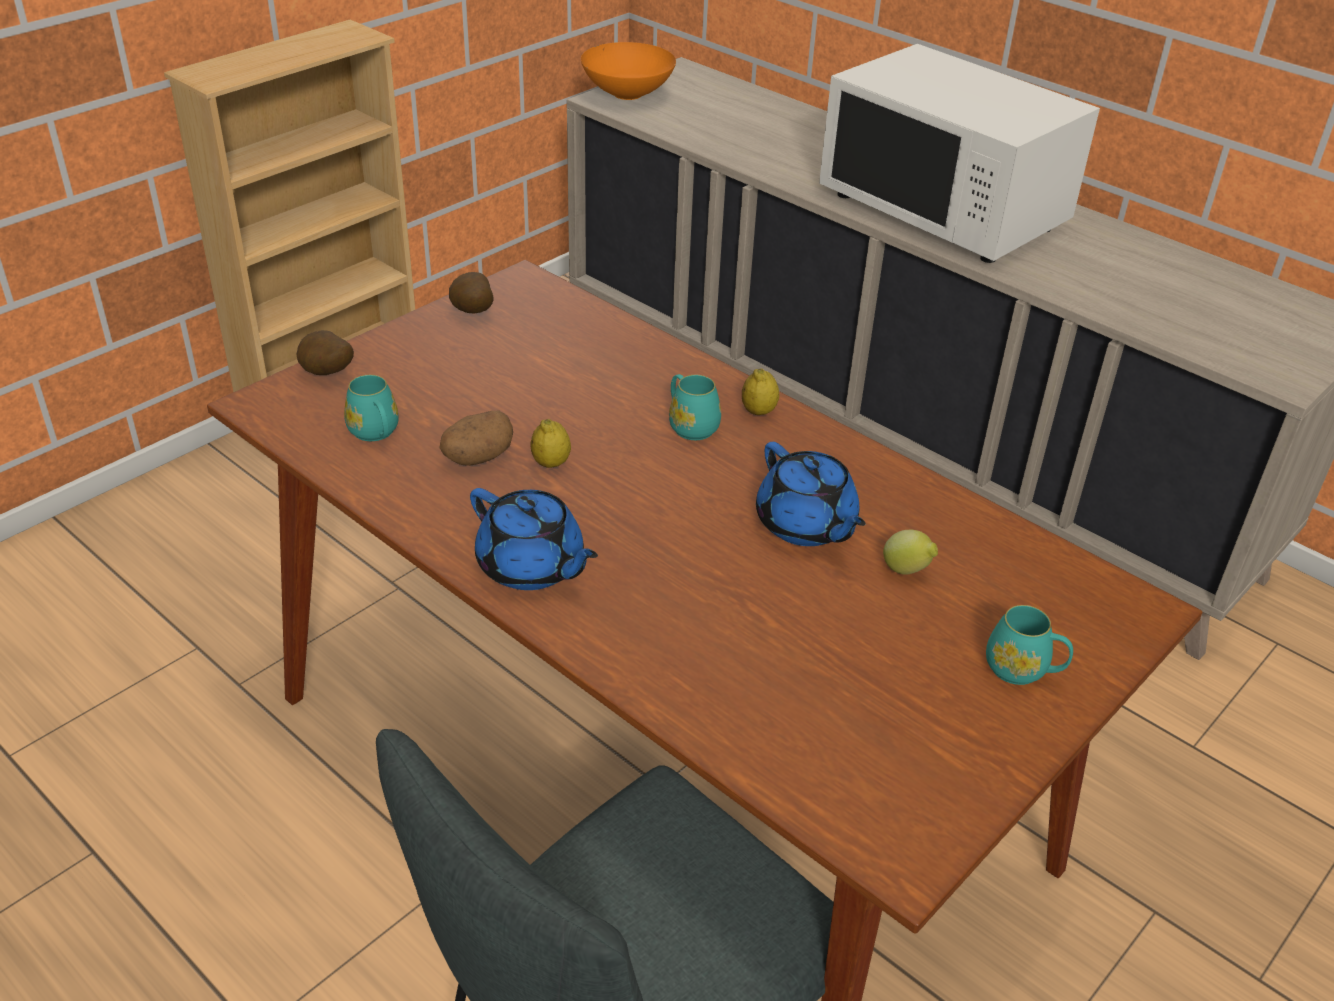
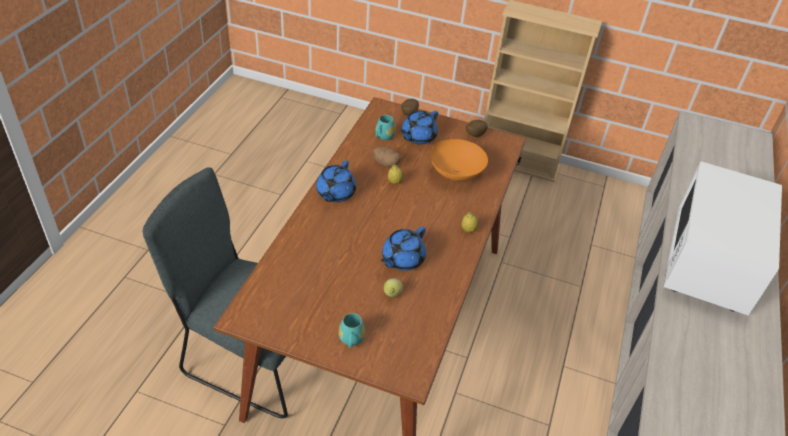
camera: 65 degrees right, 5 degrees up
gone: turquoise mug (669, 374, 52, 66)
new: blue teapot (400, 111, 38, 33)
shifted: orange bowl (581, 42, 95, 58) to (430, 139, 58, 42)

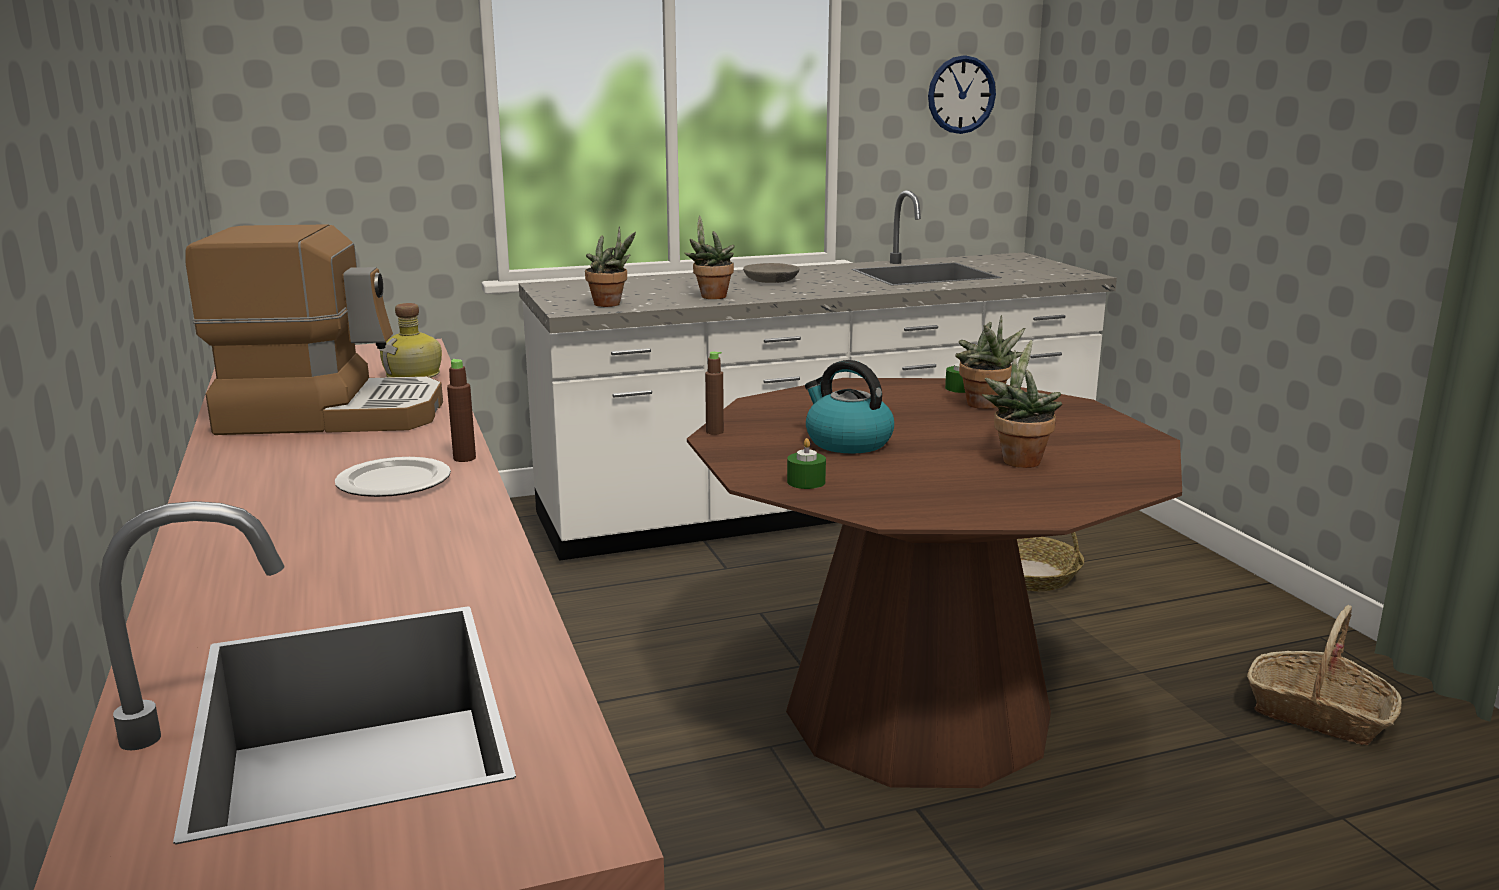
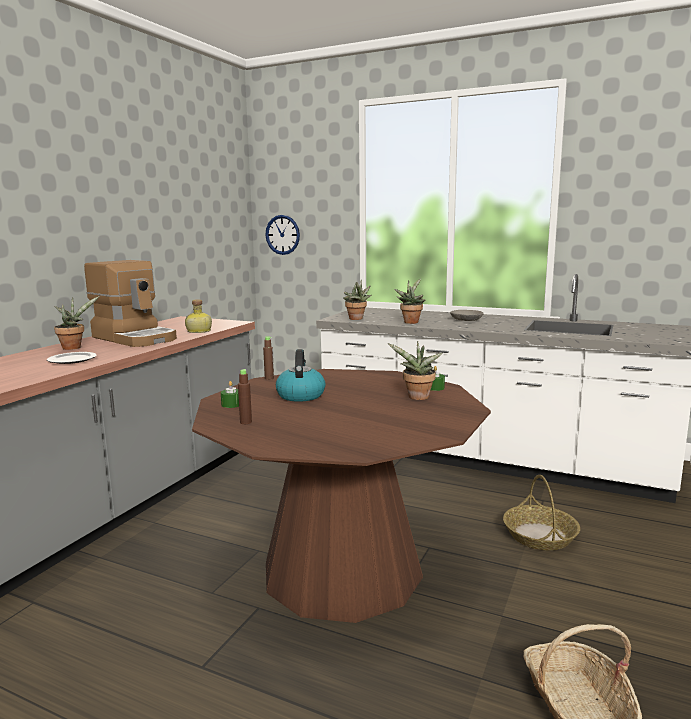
camera: 45 degrees right, 5 degrees down
shifted: brown bottle (447, 359, 29, 103) to (238, 369, 14, 55); wall clock (928, 55, 68, 79) to (266, 215, 34, 40); potted plant (982, 340, 80, 128) to (54, 296, 45, 54)

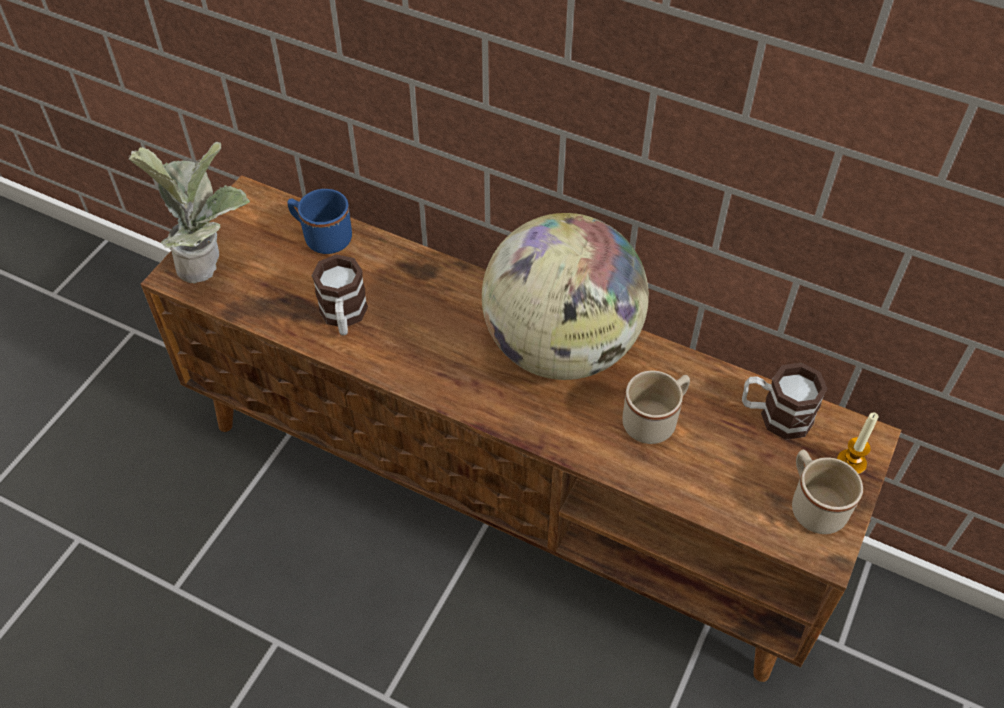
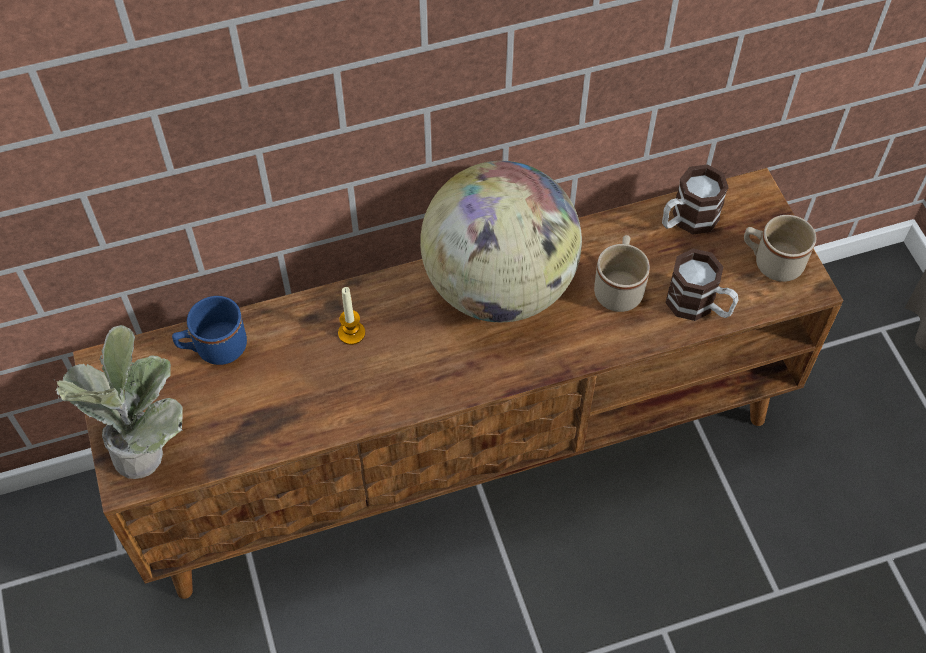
camera: 45 degrees left, 5 degrees up
shifted: mug (311, 254, 57, 81) to (666, 249, 73, 72); candle (837, 412, 42, 62) to (338, 287, 27, 58)

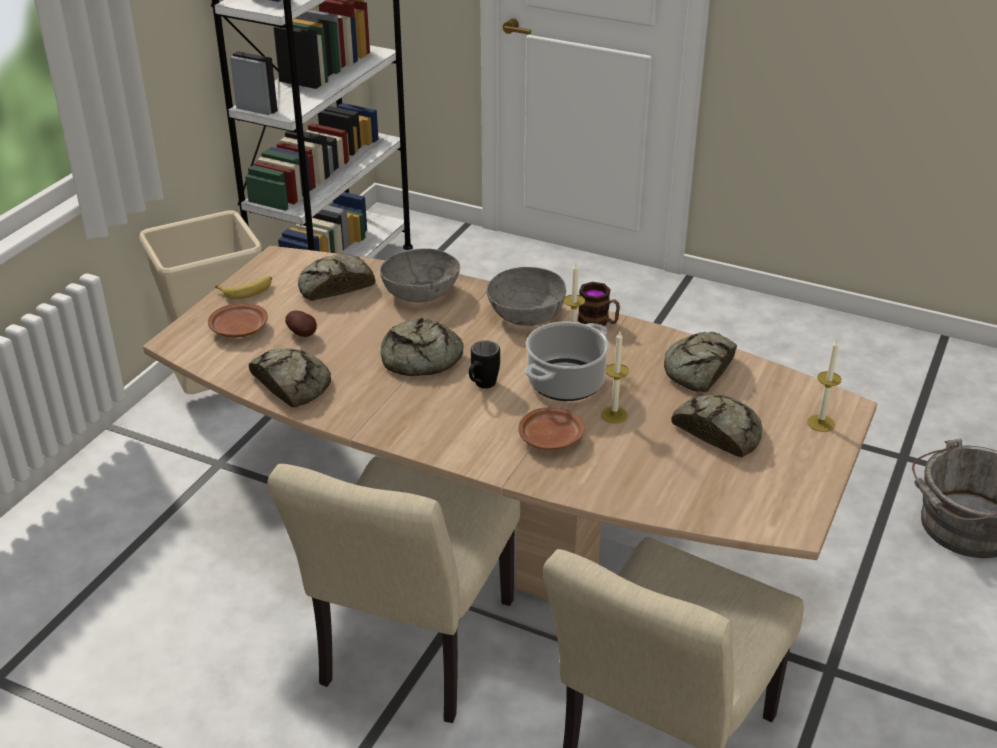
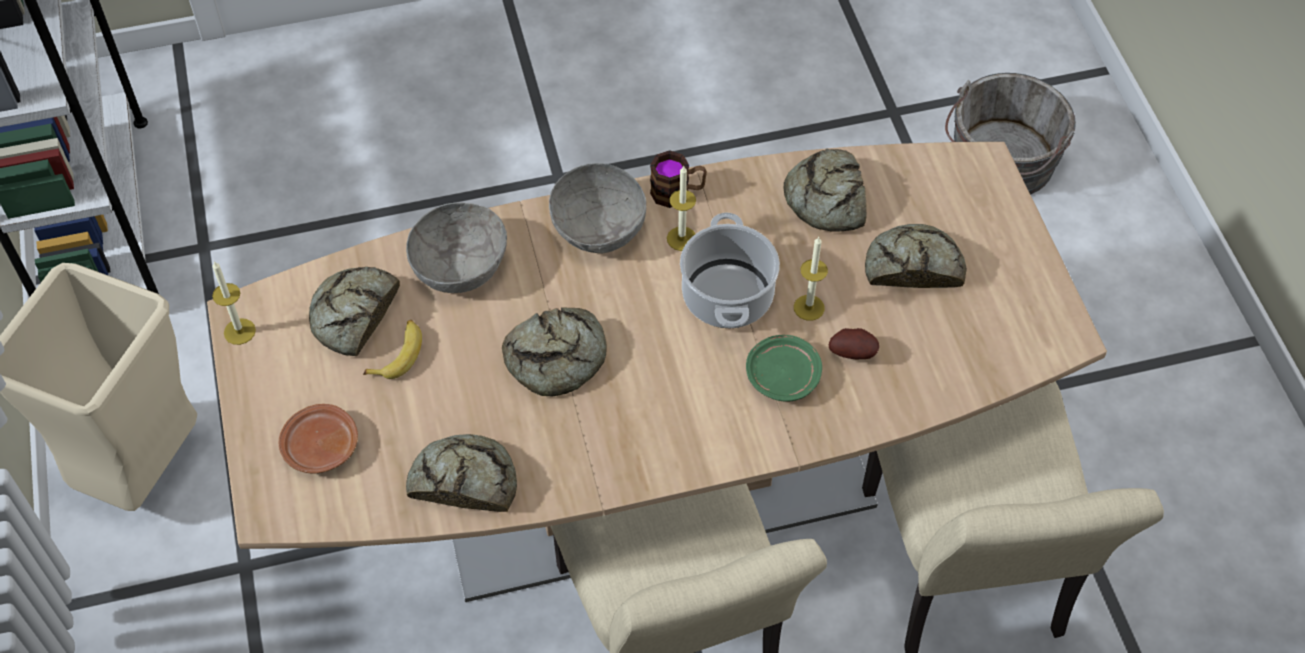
camera: 40 degrees left, 20 degrees up
gone: black mug (469, 341, 31, 48)
shifted: banana (215, 276, 57, 23) to (363, 320, 59, 59); potato (285, 311, 32, 26) to (829, 328, 50, 31); candle (807, 340, 35, 92) to (212, 261, 44, 84)
repainted: brown plate (518, 407, 66, 43) to green plate (746, 335, 76, 66)

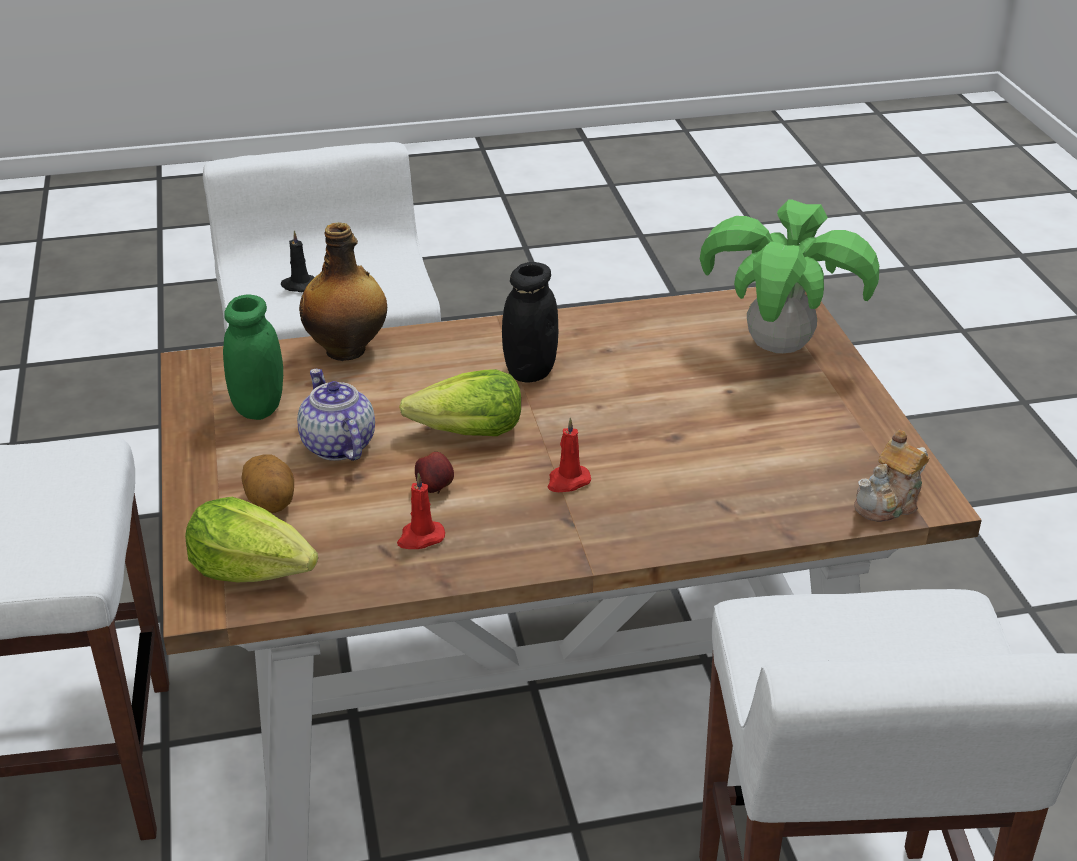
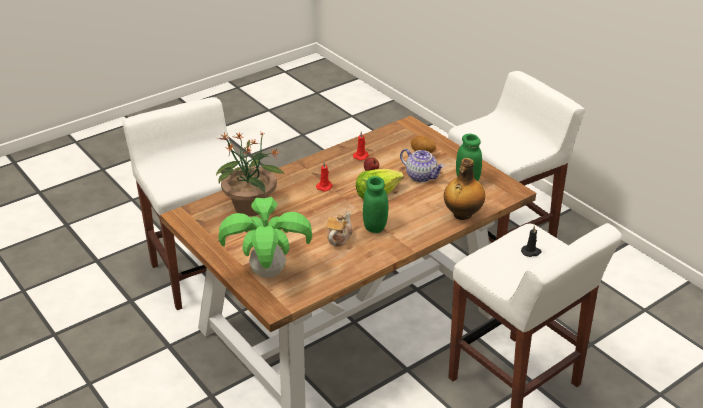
camera: 155 degrees right, 0 degrees up
gone: lettuce (185, 497, 133, 85)
new: potted plant (216, 132, 70, 84)
shifted: teapot (854, 430, 75, 92) to (327, 211, 25, 36)
repainted: black jar (502, 262, 56, 121) to green jar (363, 176, 26, 57)

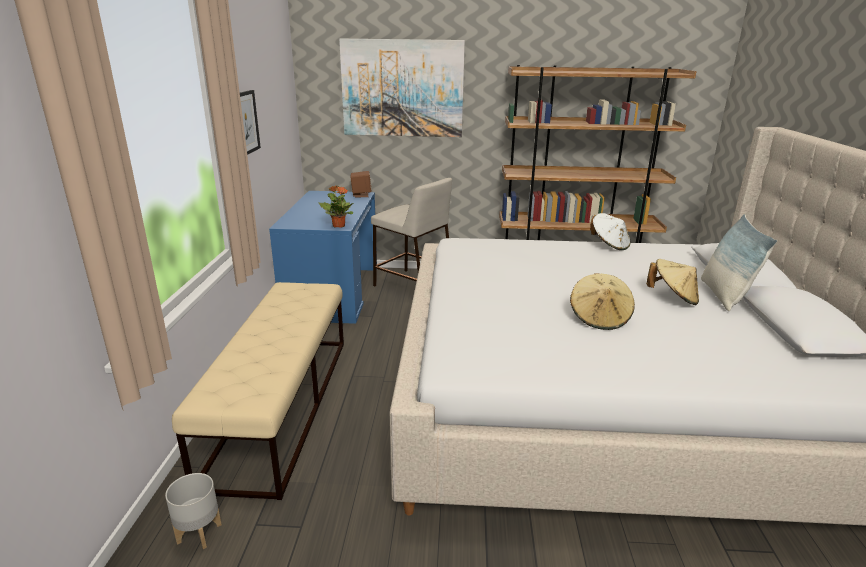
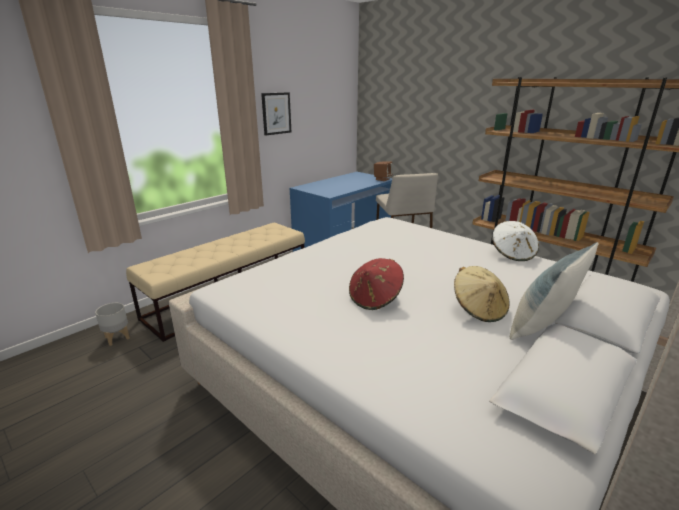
camera: 40 degrees right, 0 degrees up
gone: potted plant (319, 185, 35, 43); picture (339, 39, 126, 98)
repainted: beige hat (570, 273, 65, 57) to red hat (349, 258, 55, 52)

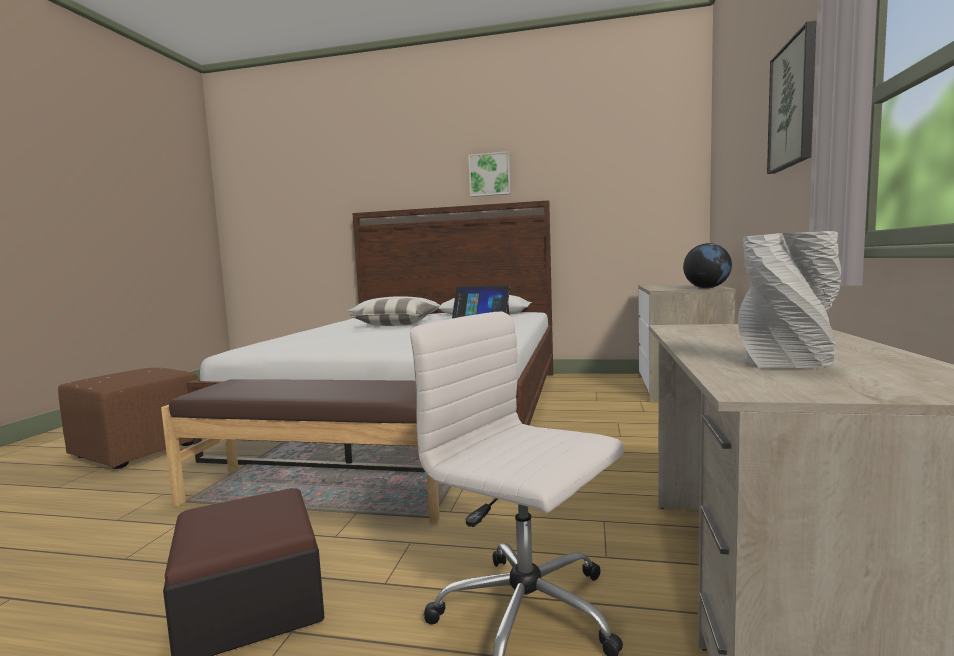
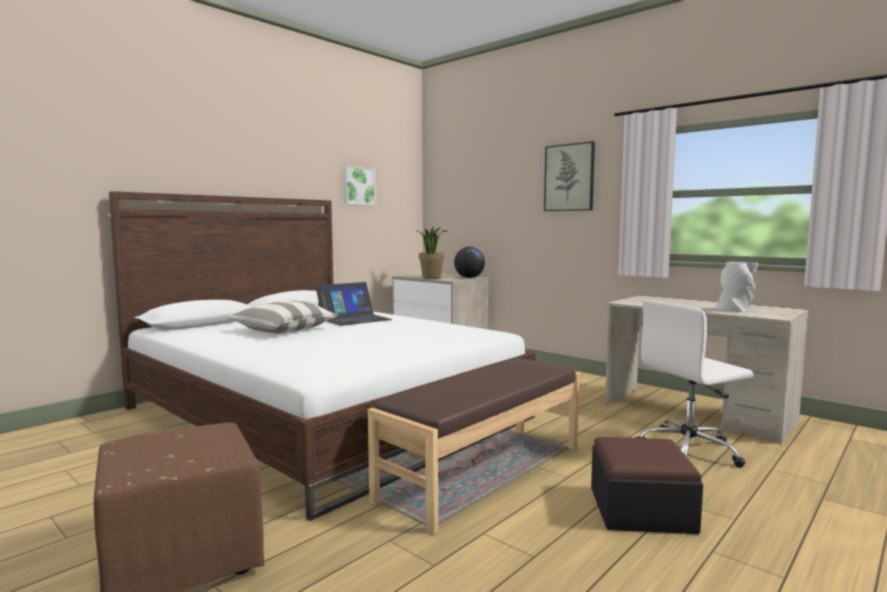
camera: 60 degrees left, 0 degrees up
new: potted plant (416, 226, 32, 53)
shifted: picture (468, 151, 43, 46) to (343, 165, 33, 40)

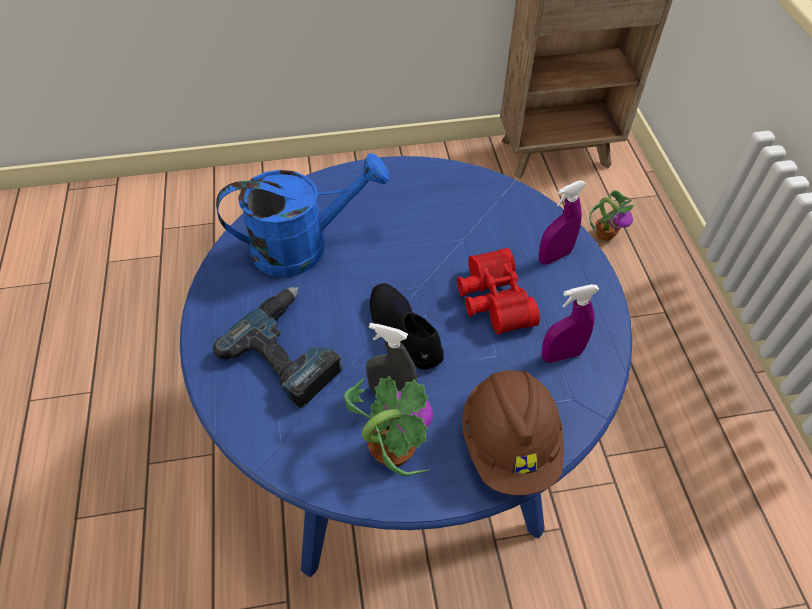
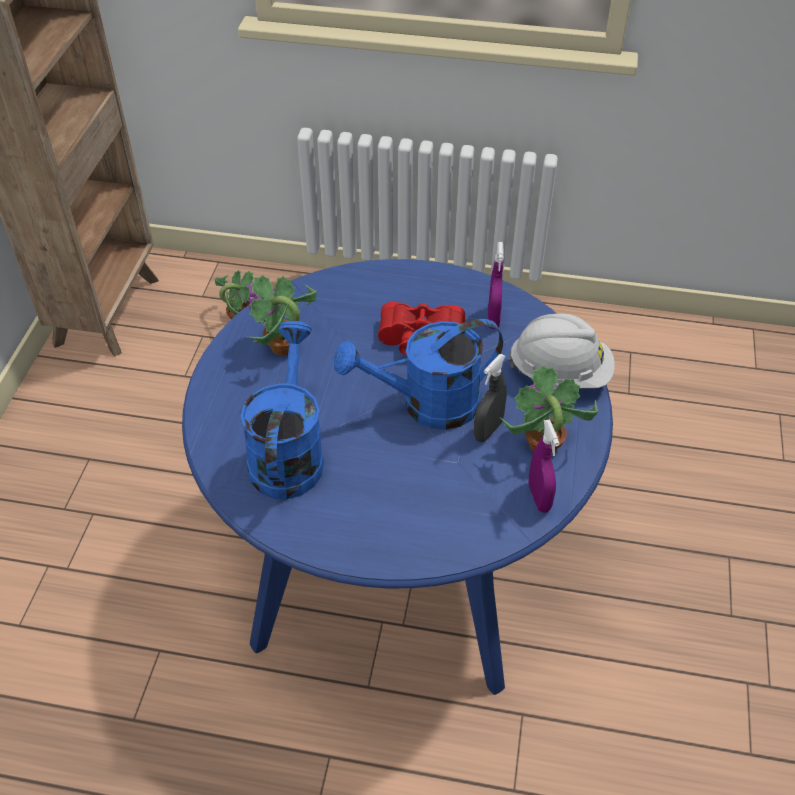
camera: 70 degrees left, 5 degrees down
gone: power drill (213, 287, 130, 121)
new: potted plant (247, 275, 70, 80)
shifted: purple spray bottle (539, 180, 47, 85) to (528, 420, 32, 93)
swapped: black shoe (370, 284, 74, 86) to blue watering can (334, 319, 169, 111)
repainted: brown hard hat (462, 370, 102, 125) to white hard hat (508, 313, 107, 75)

